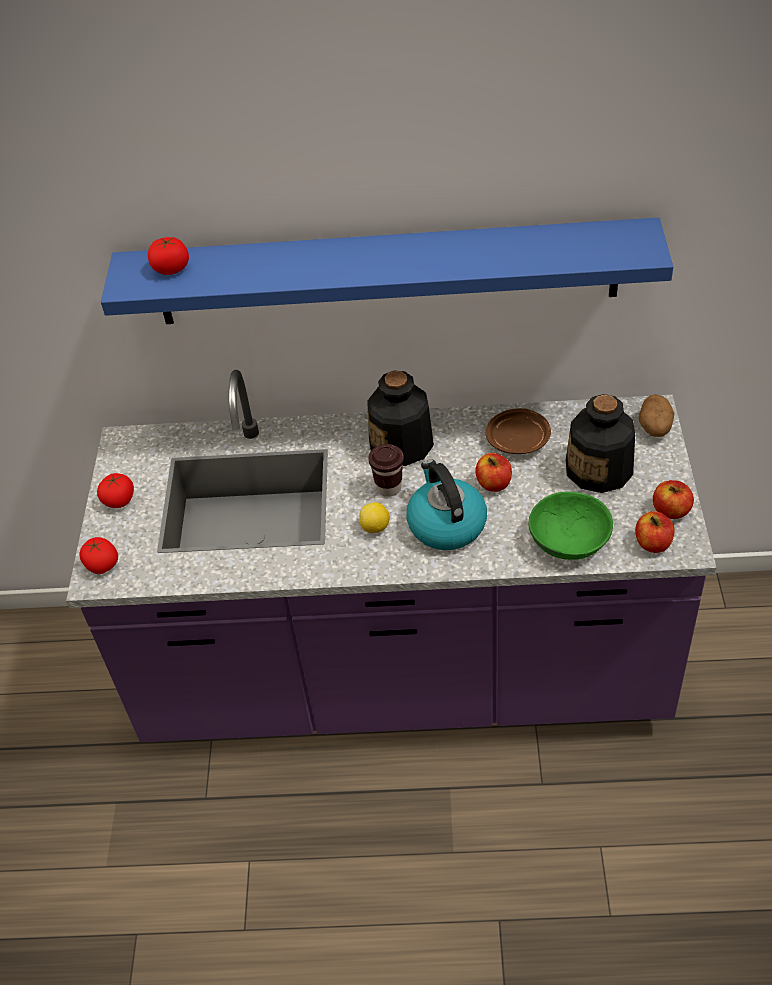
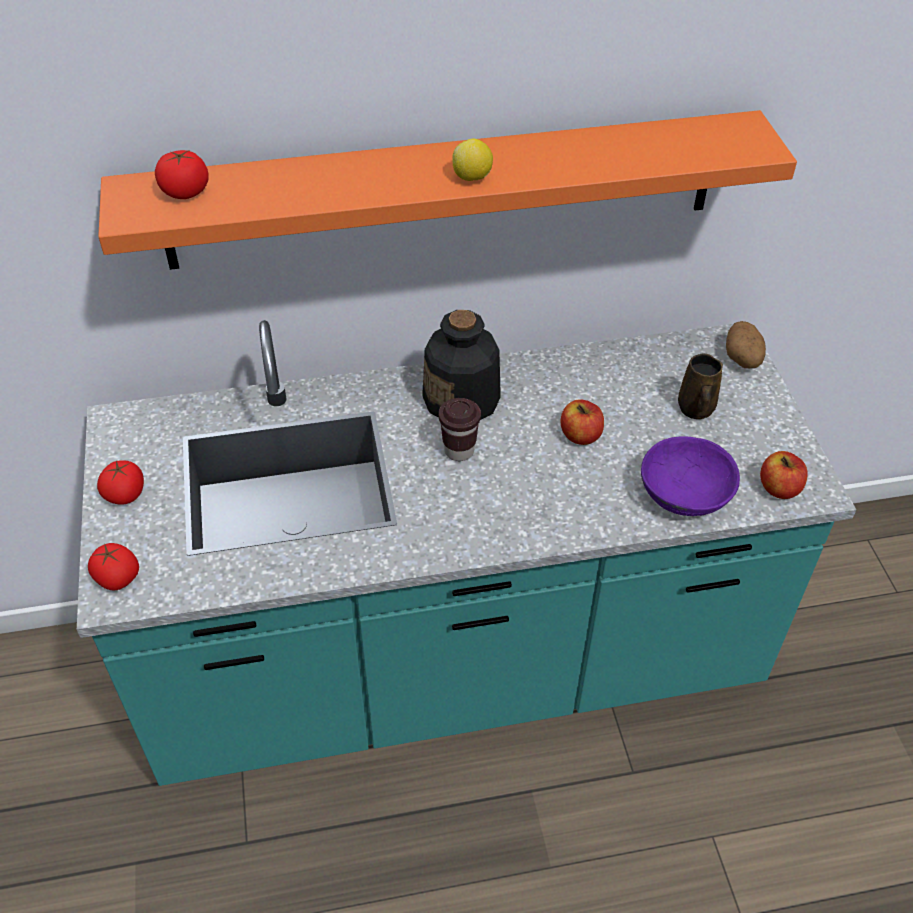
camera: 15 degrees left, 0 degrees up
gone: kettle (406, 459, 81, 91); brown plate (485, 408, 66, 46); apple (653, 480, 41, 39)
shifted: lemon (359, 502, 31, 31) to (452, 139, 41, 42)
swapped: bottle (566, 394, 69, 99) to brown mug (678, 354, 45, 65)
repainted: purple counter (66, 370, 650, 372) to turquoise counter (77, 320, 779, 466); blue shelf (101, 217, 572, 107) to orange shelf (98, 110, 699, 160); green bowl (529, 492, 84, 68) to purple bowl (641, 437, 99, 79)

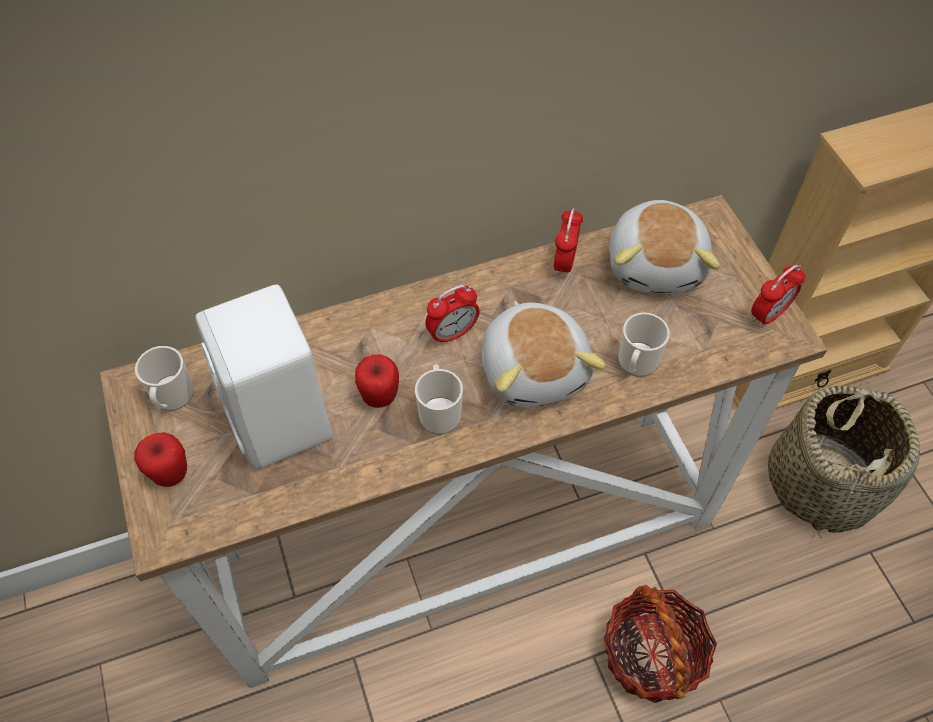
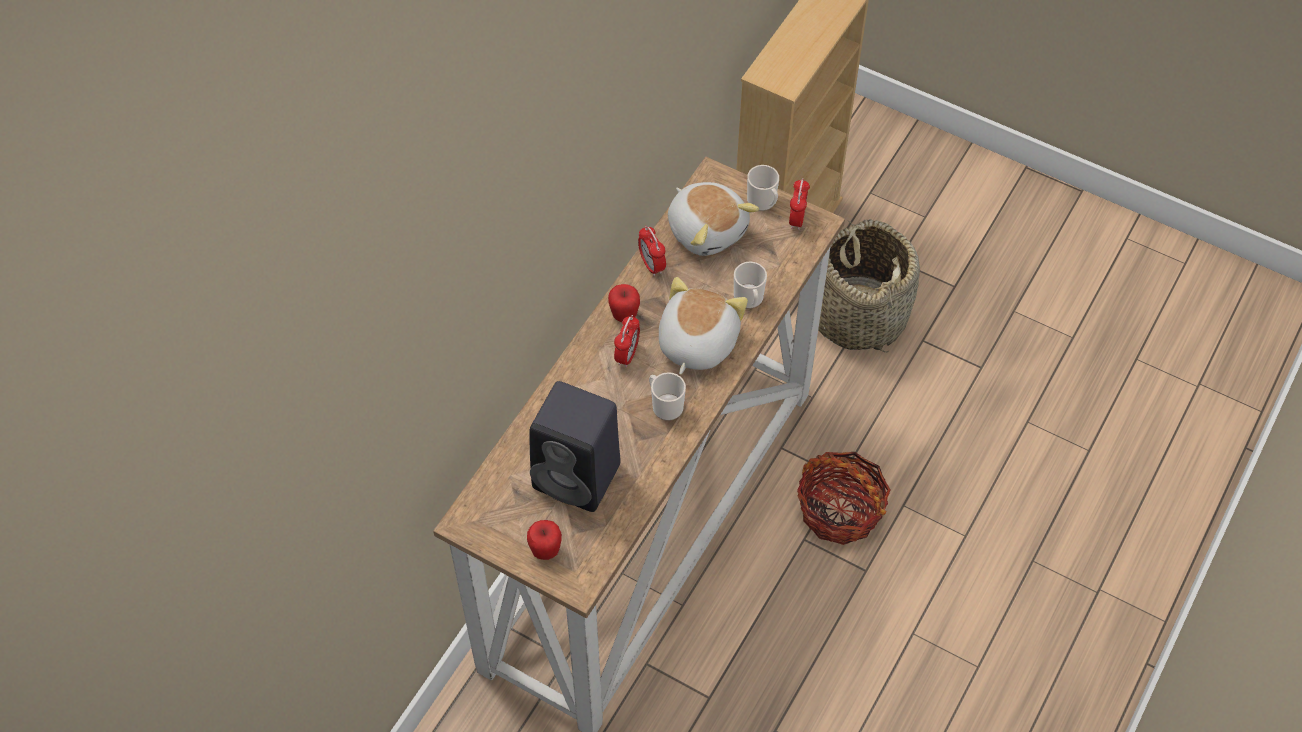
camera: 40 degrees left, 0 degrees up
shifted: mug (135, 346, 59, 65) to (747, 165, 32, 46); apple (355, 354, 44, 54) to (608, 284, 32, 38)
repainted: white speaker (195, 285, 138, 185) to black speaker (529, 381, 92, 131)
rotated: plush toy (482, 301, 124, 107) = (659, 277, 89, 98) 105 degrees counterclockwise

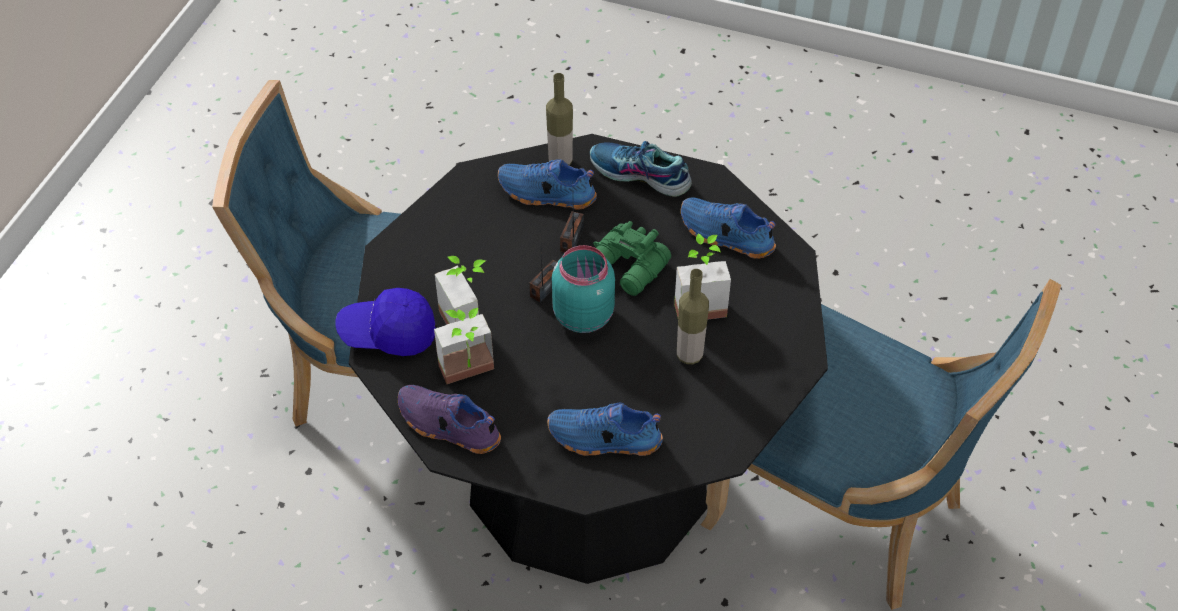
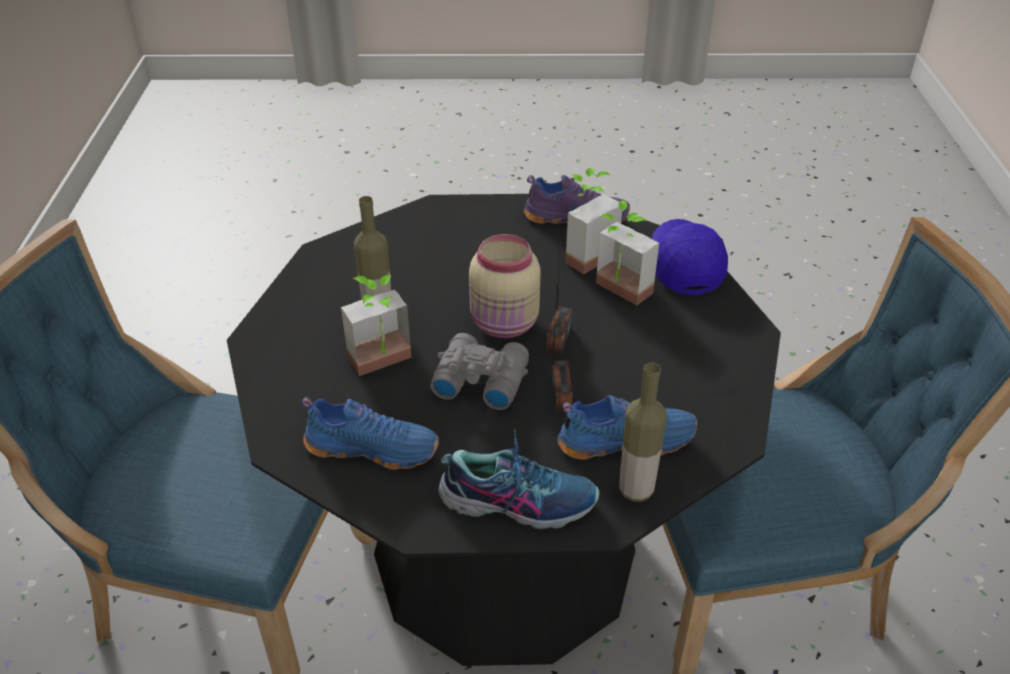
camera: 160 degrees right, 10 degrees down
gone: blue shoe (547, 402, 116, 54)
repainted: turquoise jar (552, 245, 63, 88) to beige jar (469, 234, 72, 104); green binoculars (593, 221, 78, 75) to grey binoculars (431, 333, 98, 77)
rotated: blue cap (335, 288, 101, 68) = (652, 219, 76, 76) 75 degrees counterclockwise

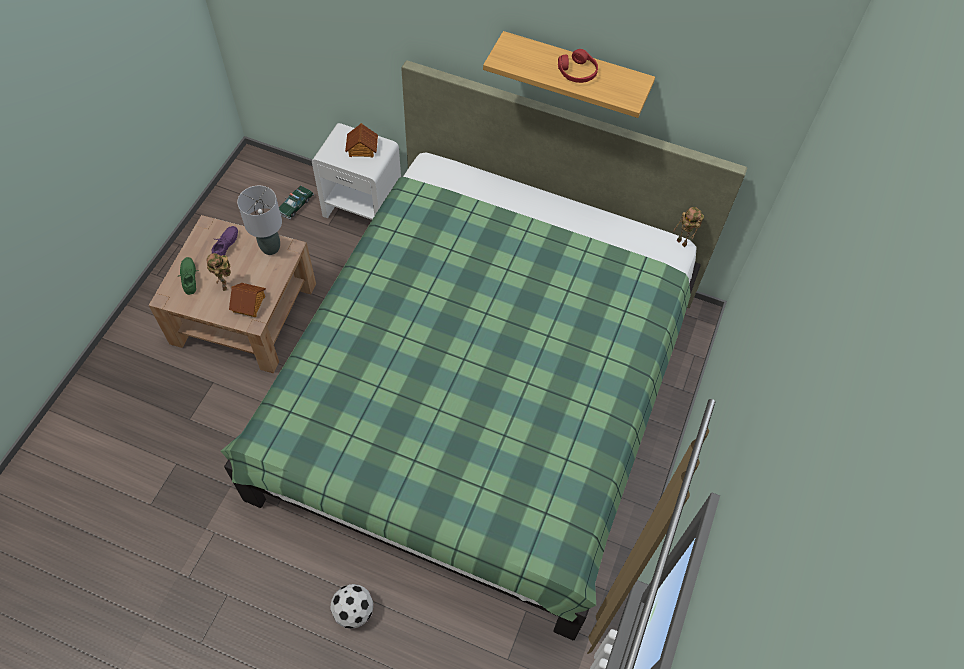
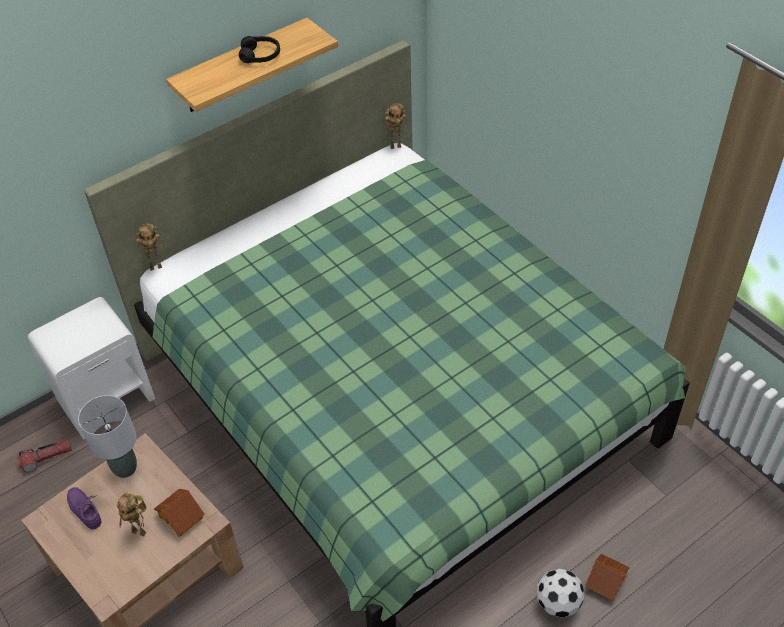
camera: 55 degrees left, 10 degrees down
gone: green shoe (179, 257, 20, 38)
new: toy robot (136, 223, 28, 48)
shifted: toy house (345, 123, 33, 35) to (585, 554, 45, 47)
swapped: toy car (279, 186, 35, 34) to flashlight (17, 440, 55, 32)
repainted: red headphones (558, 49, 40, 34) to black headphones (239, 36, 41, 27)

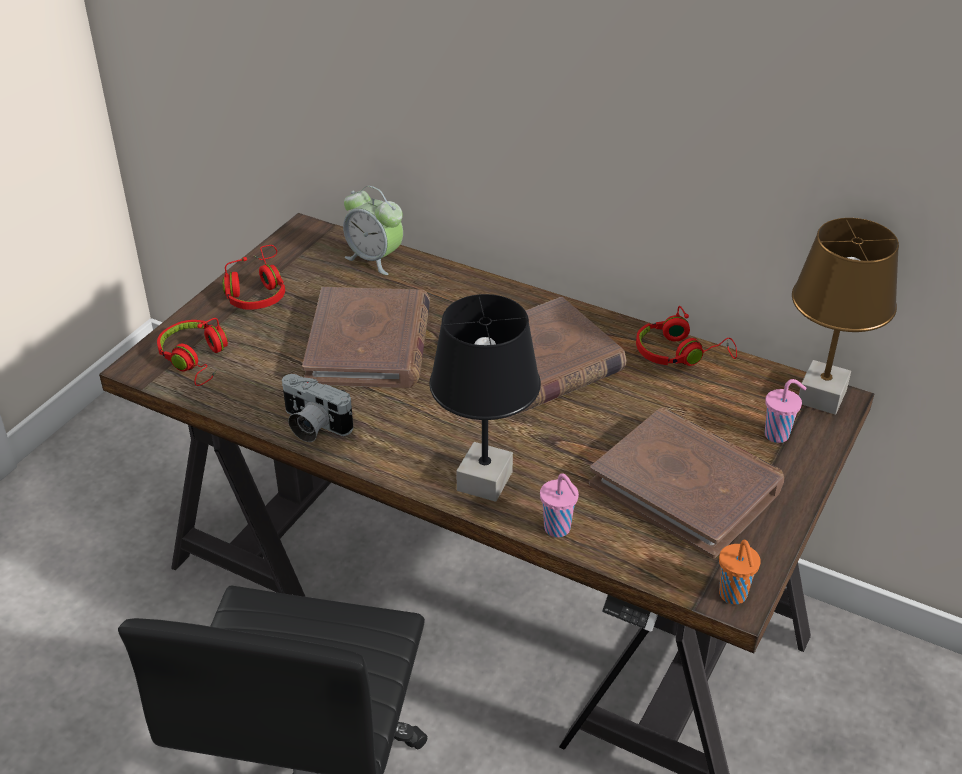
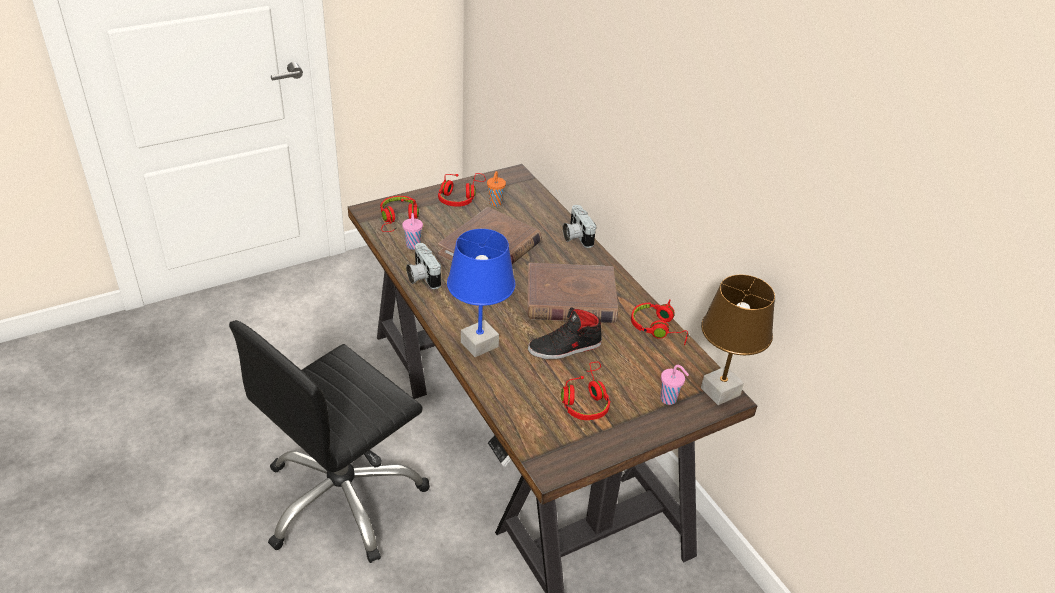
camera: 30 degrees right, 0 degrees up
gone: alarm clock (343, 186, 60, 89)
new: black shoe (528, 307, 74, 52); photo camera (563, 205, 33, 43)
shifted: pink cup (540, 474, 39, 63) to (402, 213, 21, 37); orange cup (719, 540, 42, 64) to (487, 171, 19, 35)
swapped: brown book (589, 407, 195, 152) to red headphones (561, 362, 49, 58)
repainted: black table lamp (429, 294, 112, 208) to blue table lamp (447, 229, 68, 128)

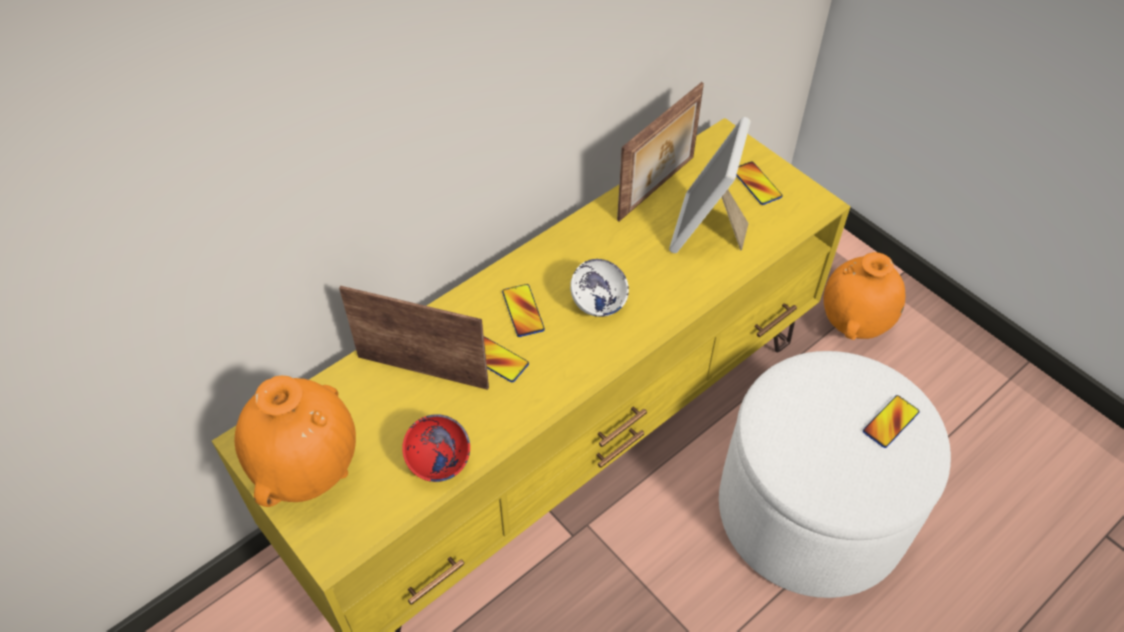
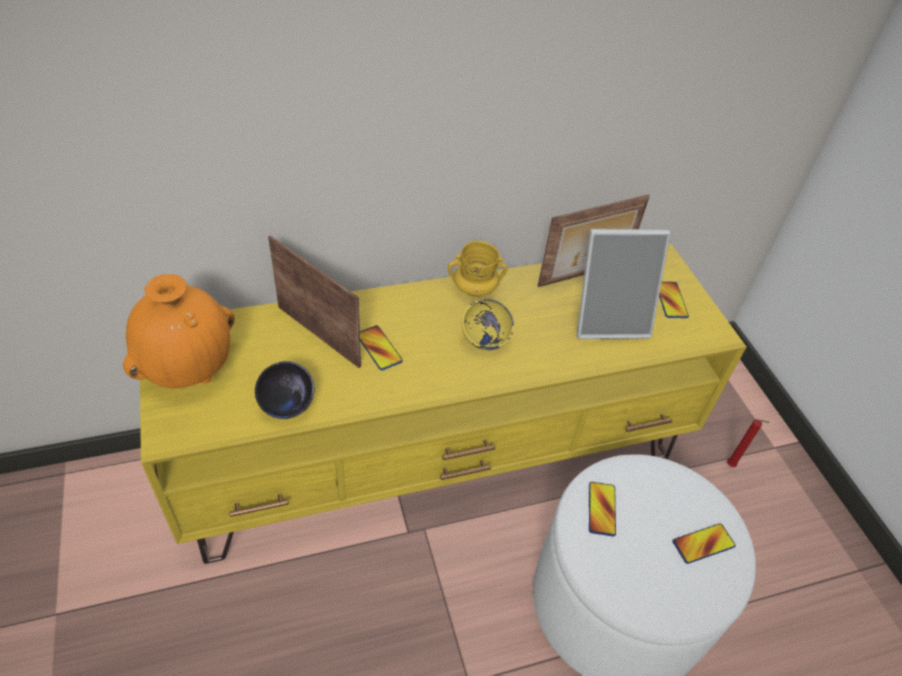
camera: 20 degrees right, 5 degrees down
new: yellow mug (448, 241, 60, 56)
shifted: phone (502, 284, 43, 53) to (589, 482, 27, 55)
swapped: orange vase (824, 252, 81, 88) to red candle (727, 419, 43, 48)
repainted: red bowl (402, 414, 68, 68) to black bowl (255, 361, 59, 58); white bowl (570, 259, 59, 58) to yellow bowl (462, 299, 52, 51)
rotated: picture frame (669, 117, 82, 136) = (577, 229, 93, 110) 135 degrees counterclockwise

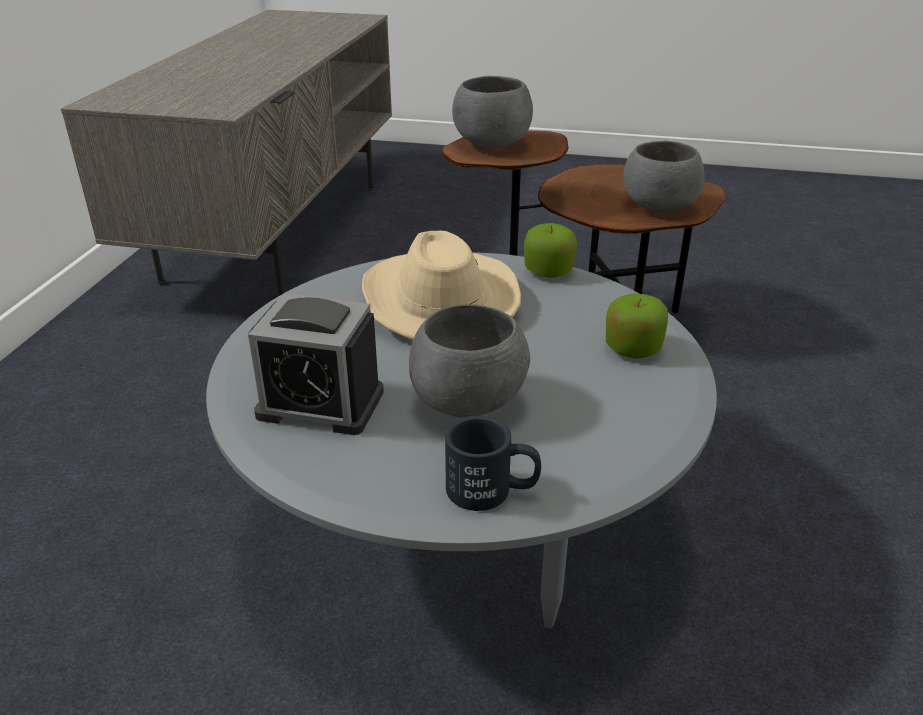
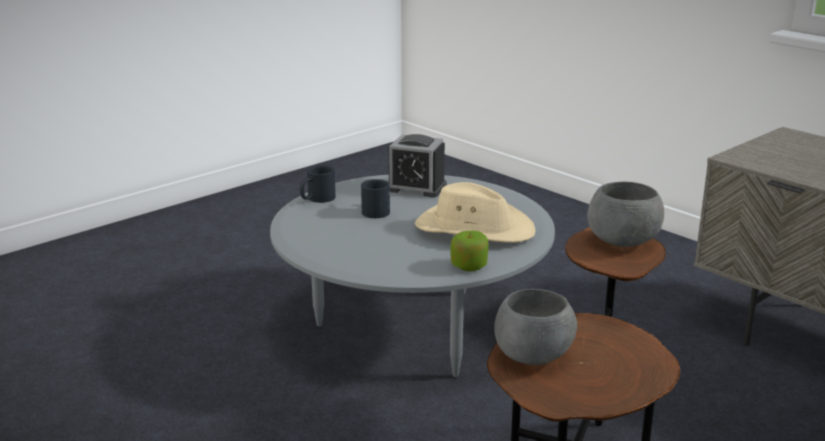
camera: 125 degrees right, 10 degrees down
gone: apple (606, 294, 62, 64)
swapped: grey bowl (409, 304, 121, 114) to black mug (361, 179, 29, 39)
rotated: alarm clock (248, 293, 136, 142) = (388, 134, 59, 63) 120 degrees counterclockwise

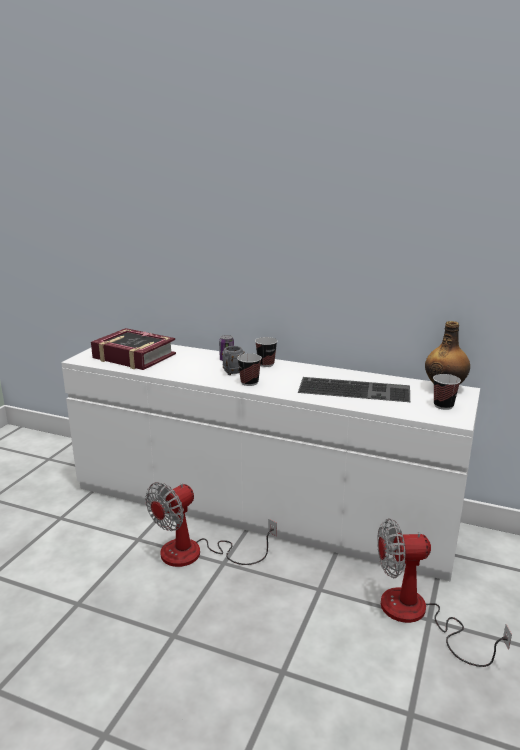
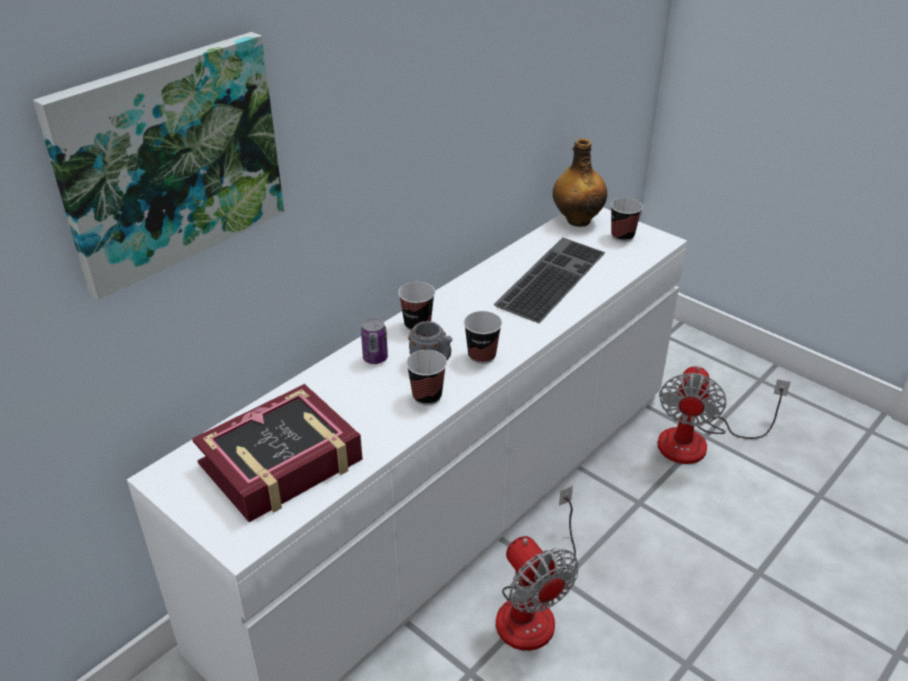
camera: 70 degrees left, 15 degrees up
new: picture (33, 32, 251, 268); cup (406, 350, 41, 55)

